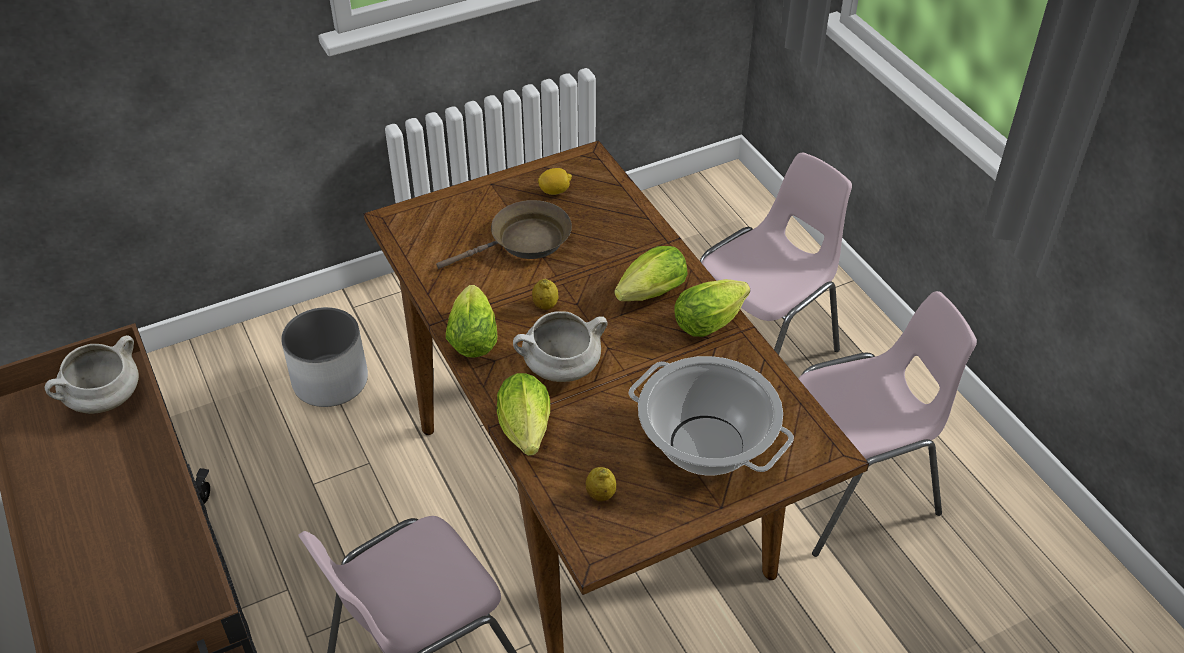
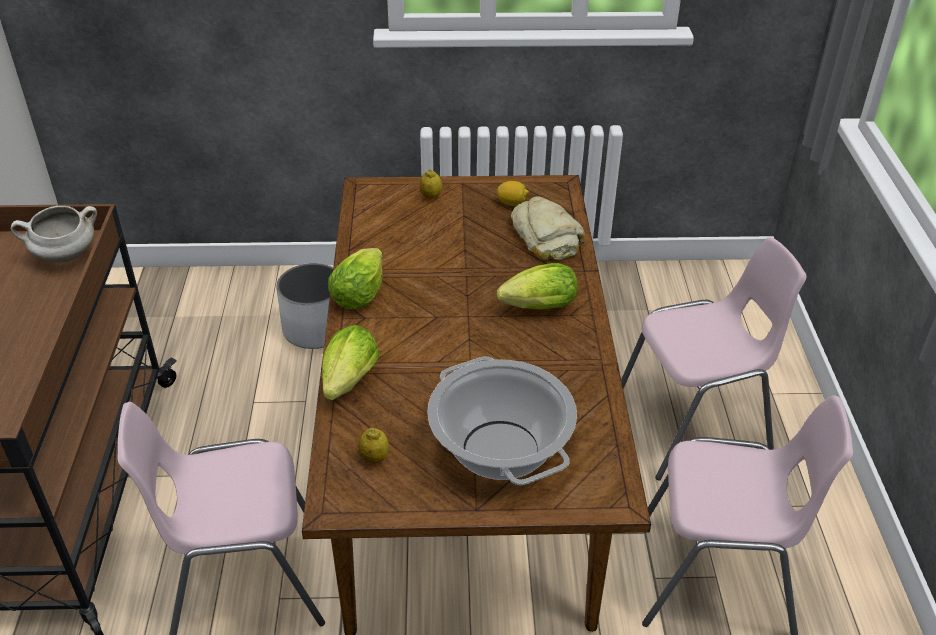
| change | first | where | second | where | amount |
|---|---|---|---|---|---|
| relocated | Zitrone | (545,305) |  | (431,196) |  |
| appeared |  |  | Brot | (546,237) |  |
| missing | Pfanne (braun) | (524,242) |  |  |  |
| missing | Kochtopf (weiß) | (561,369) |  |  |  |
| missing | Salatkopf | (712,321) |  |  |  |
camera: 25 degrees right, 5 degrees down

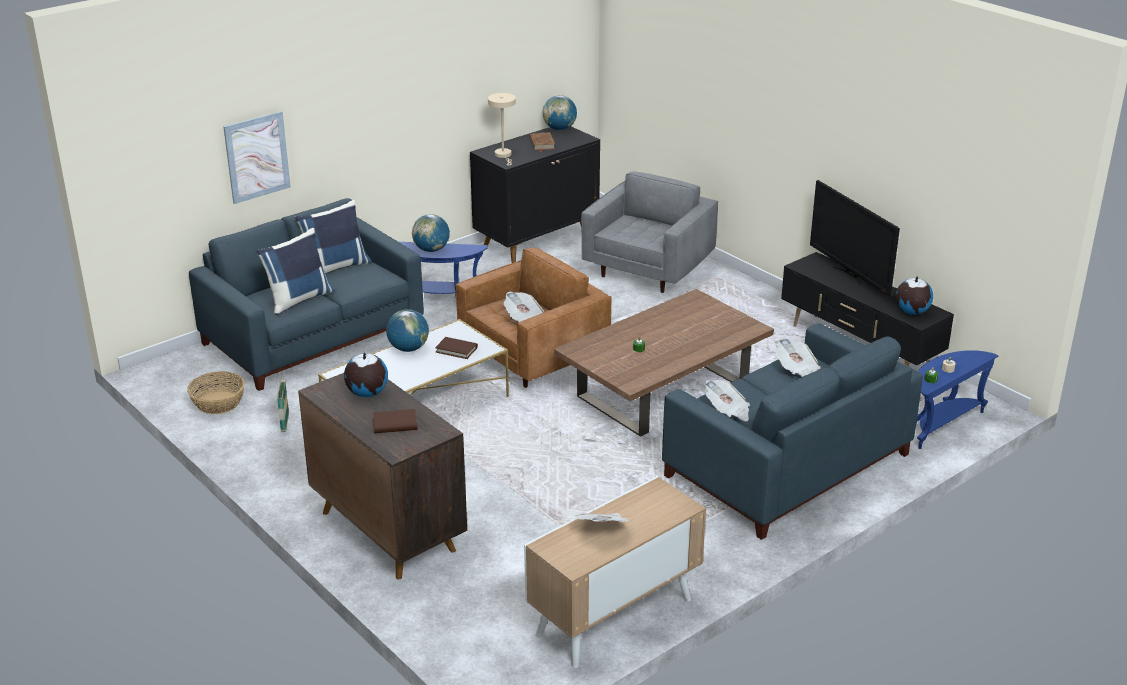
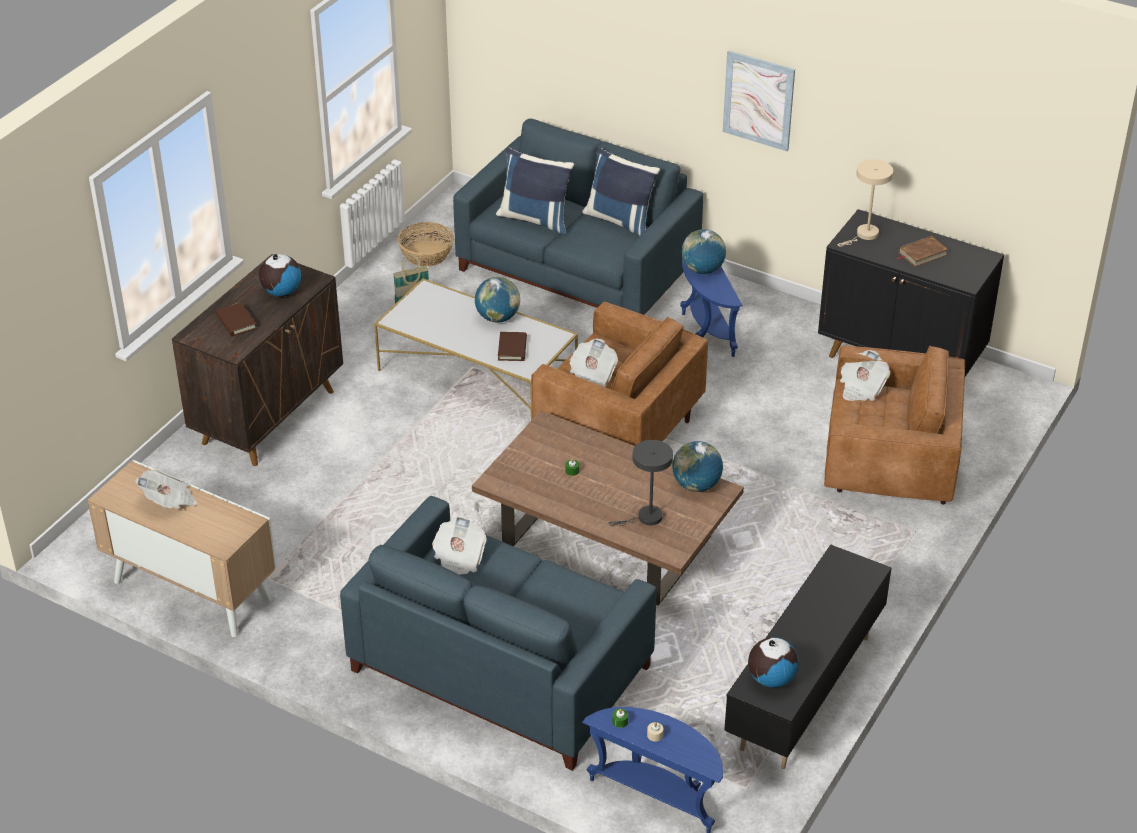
| change | first | where | second | where | amount |
|---|---|---|---|---|---|
| appeared |  |  | Tischlampe (grau) | (646,518) |  |
| relocated | Globus | (559,129) |  | (696,485) |  |
| relocated | Bild | (257,157) |  | (758,100) |  |
| colour | Sessel (grau) | (648,270) | Sessel (braun) | (889,467) |  |
| relocated | Zeitung | (797,370) |  | (861,388) |  |
| missing | Fernseher | (850,275) |  |  |  |
camera: 70 degrees right, 10 degrees up

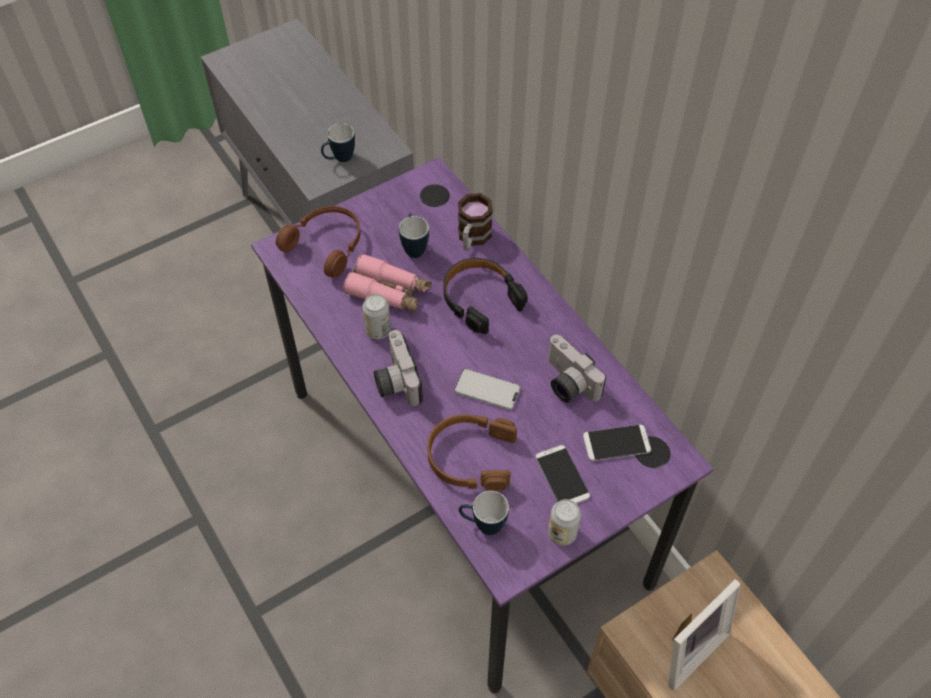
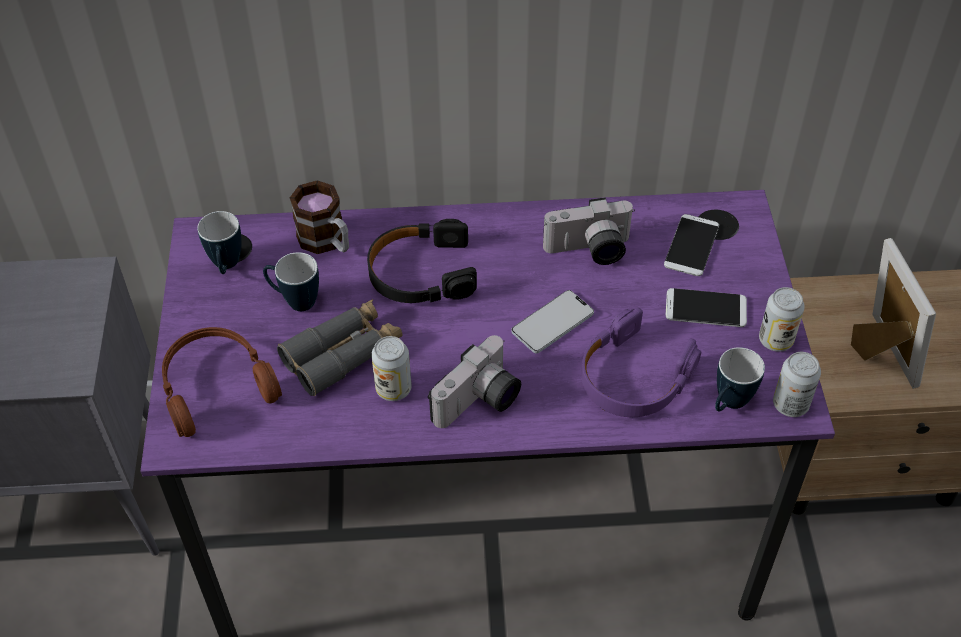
| change | first | where | second | where | amount |
|---|---|---|---|---|---|
| relocated | Henkelbecher | (339,159) |  | (226,267) |  |
| colour | Fernglas (rosa) | (389,292) | Fernglas (grau) | (343,353) |  |
| spun | Kamera | (395,380) |  | (479,403) | 60 degrees counterclockwise |
| colour | Kopfhörer (braun) | (470,457) | Kopfhörer (lila) | (633,377) |  |
| appeared |  |  | Dose | (790,404) |  |
camera: 60 degrees left, 5 degrees down

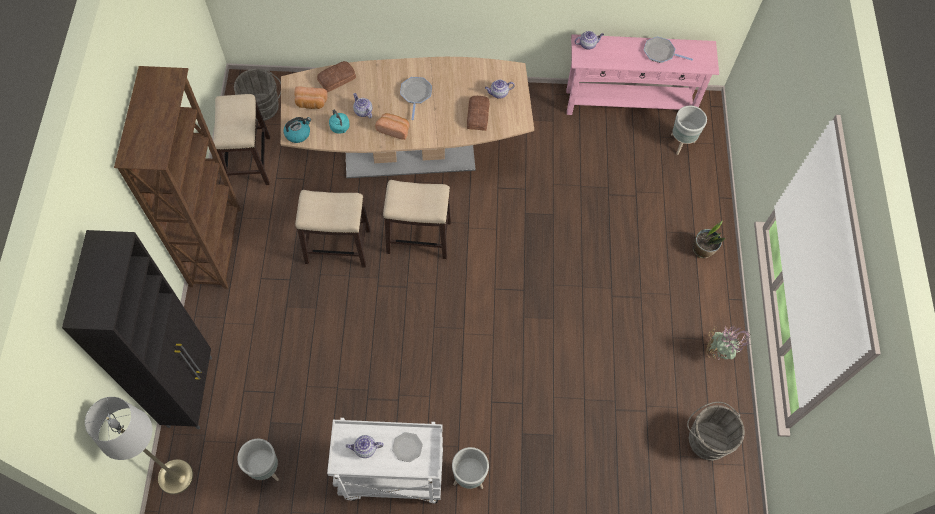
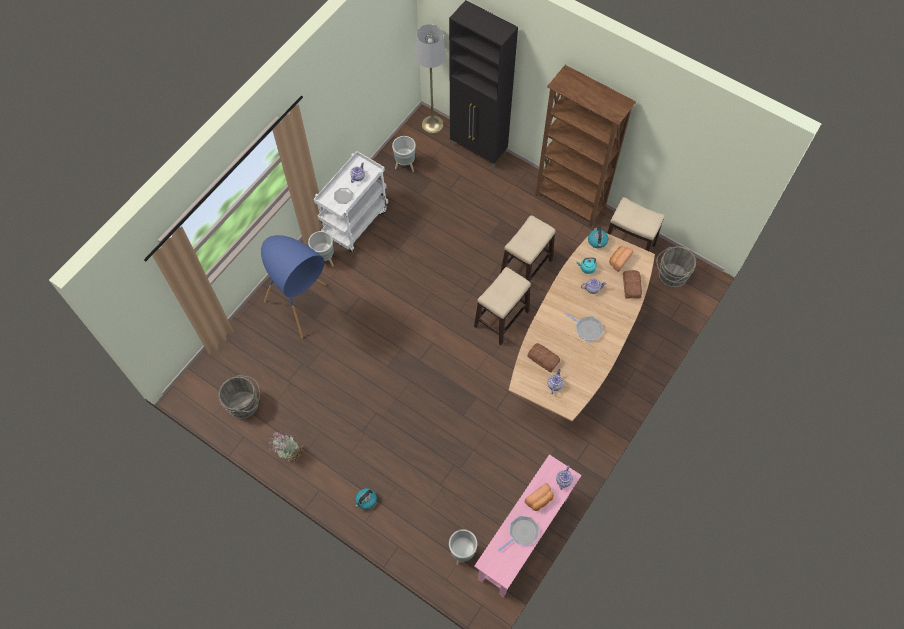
| change | first | where | second | where | amount |
|---|---|---|---|---|---|
| appeared |  |  | Stehlampe (blau) | (305,316) |  |
| exchanged | Topfpflanze | (703,250) | Wasserkessel | (366,500) |  |
| relocated | Brot | (394,129) |  | (539,500) |  |
camera: 125 degrees right, 0 degrees up

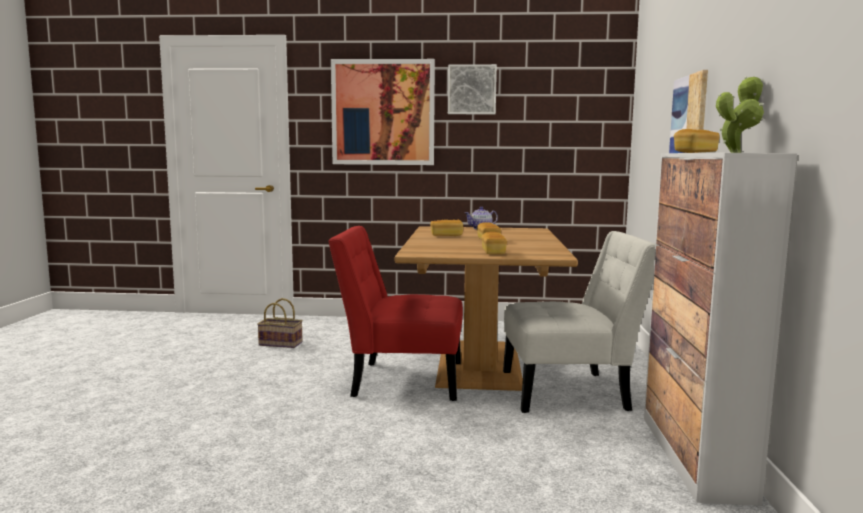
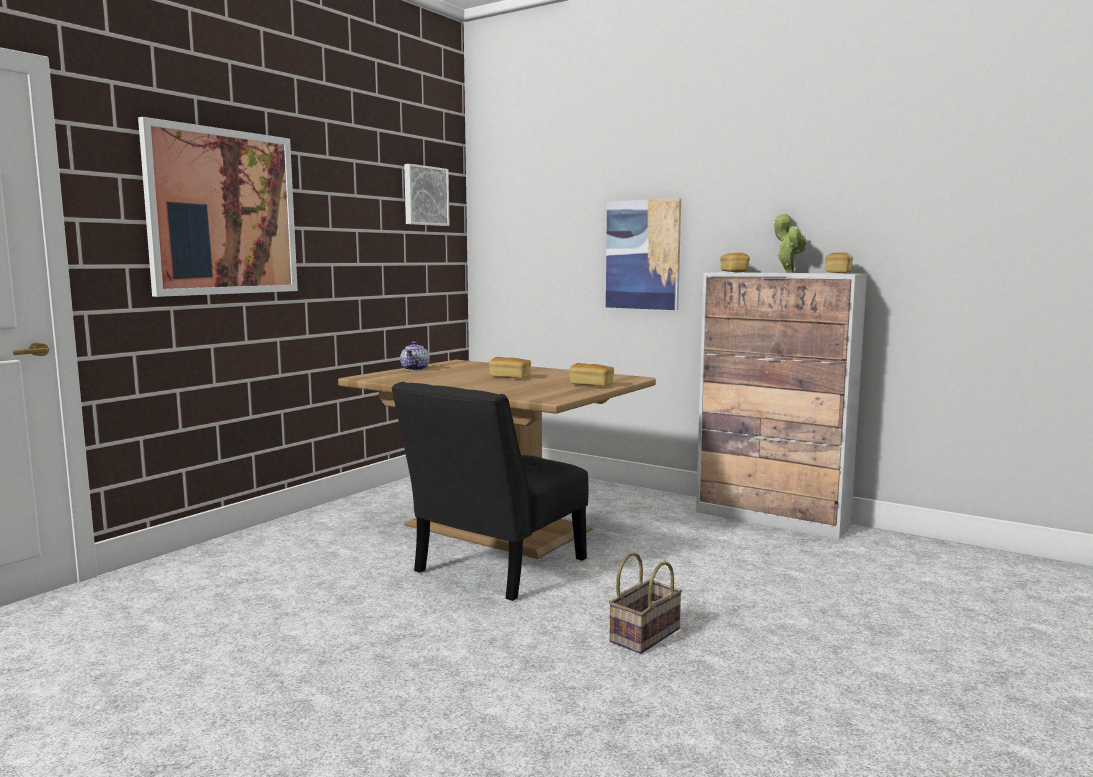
| change | first | where | second | where | amount |
|---|---|---|---|---|---|
| colour | Stuhl (rot) | (400,380) | Stuhl (schwarz) | (494,569) |  |
| relocated | Bild | (472,89) |  | (424,196) |  |
| relocated | Korb | (282,343) |  | (645,634) |  |
| relocated | Brot | (446,235) |  | (838,273) |  |
| missing | Stuhl (weiß) | (571,392) |  |  |  |
camera: 60 degrees left, 0 degrees up

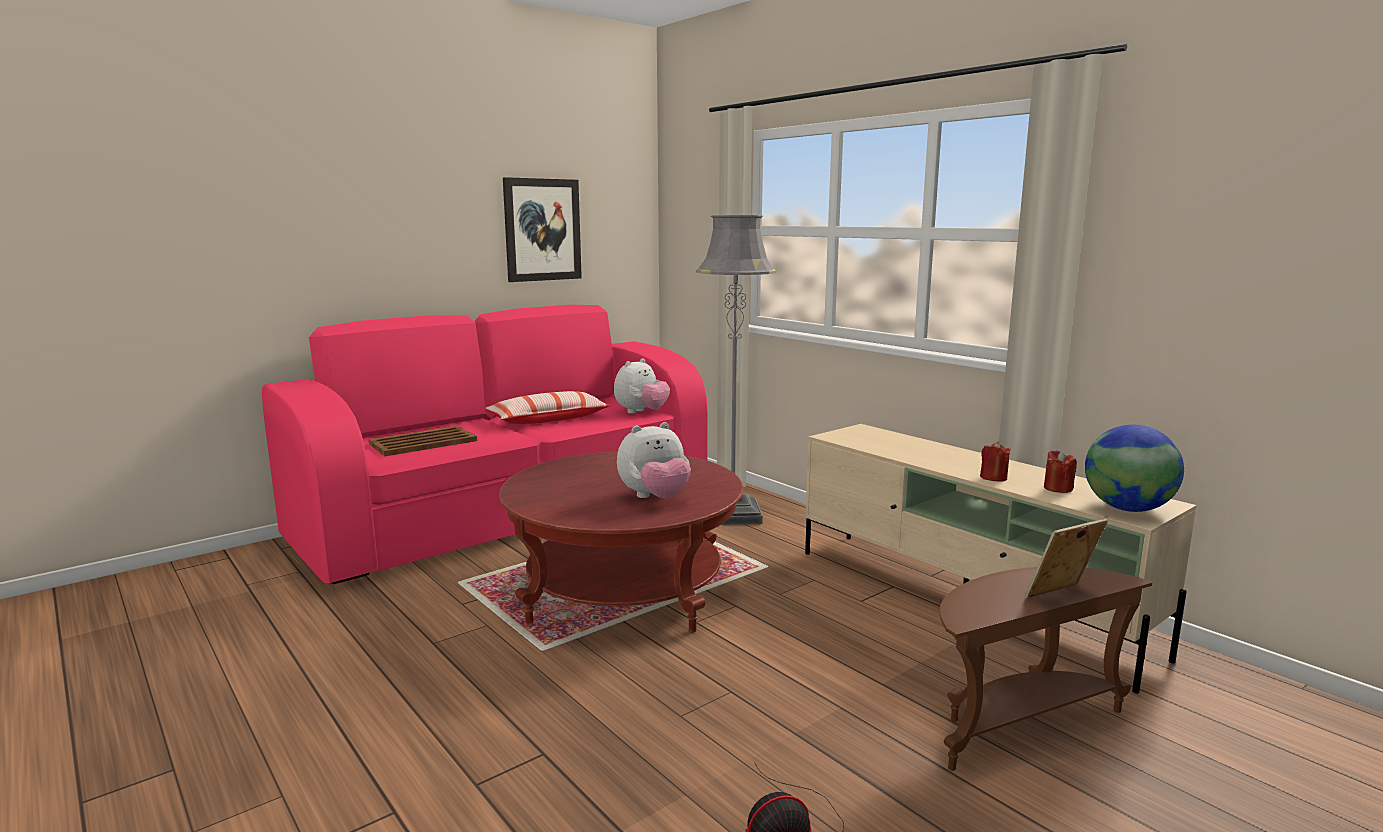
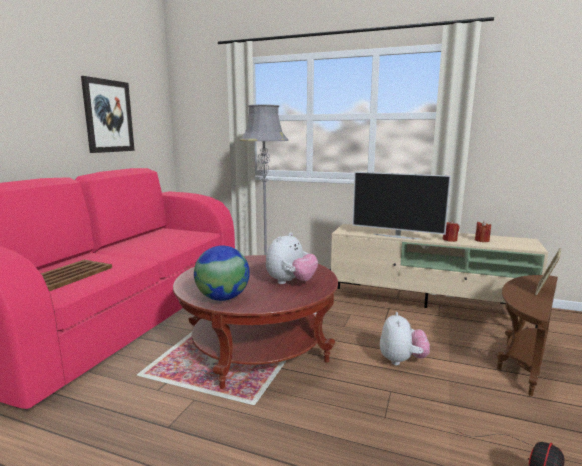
| change | first | where | second | where | amount |
|---|---|---|---|---|---|
| relocated | Globus | (1127,509) |  | (223,298) |  |
| appeared |  |  | Fernseher | (397,236) |  |
| relocated | Plüschtier | (641,412) |  | (402,360) |  |
| missing | Kissen | (548,420) |  |  |  |
camera: 30 degrees left, 0 degrees up

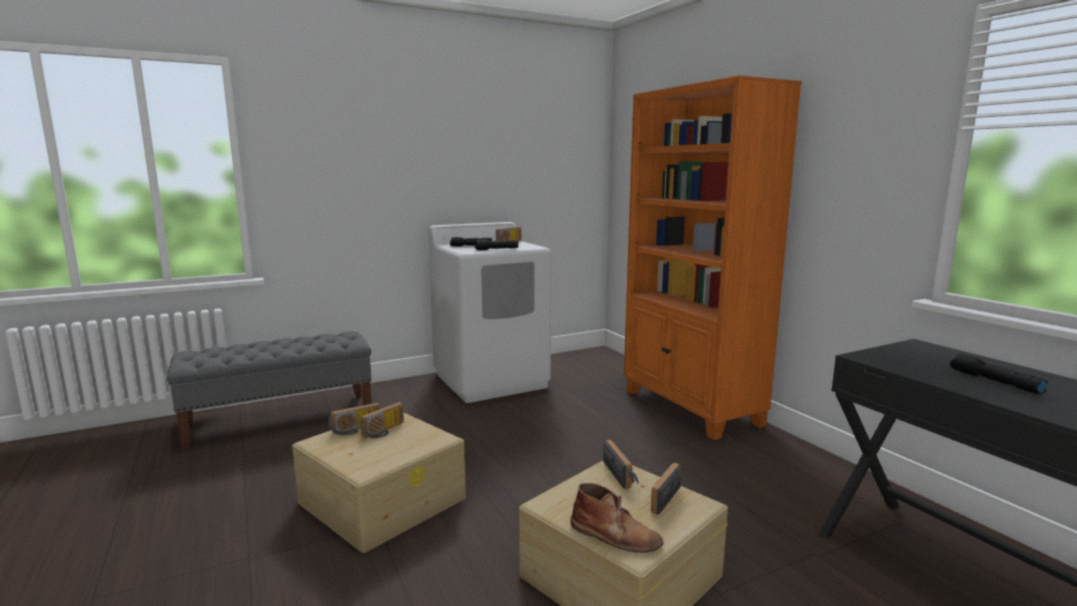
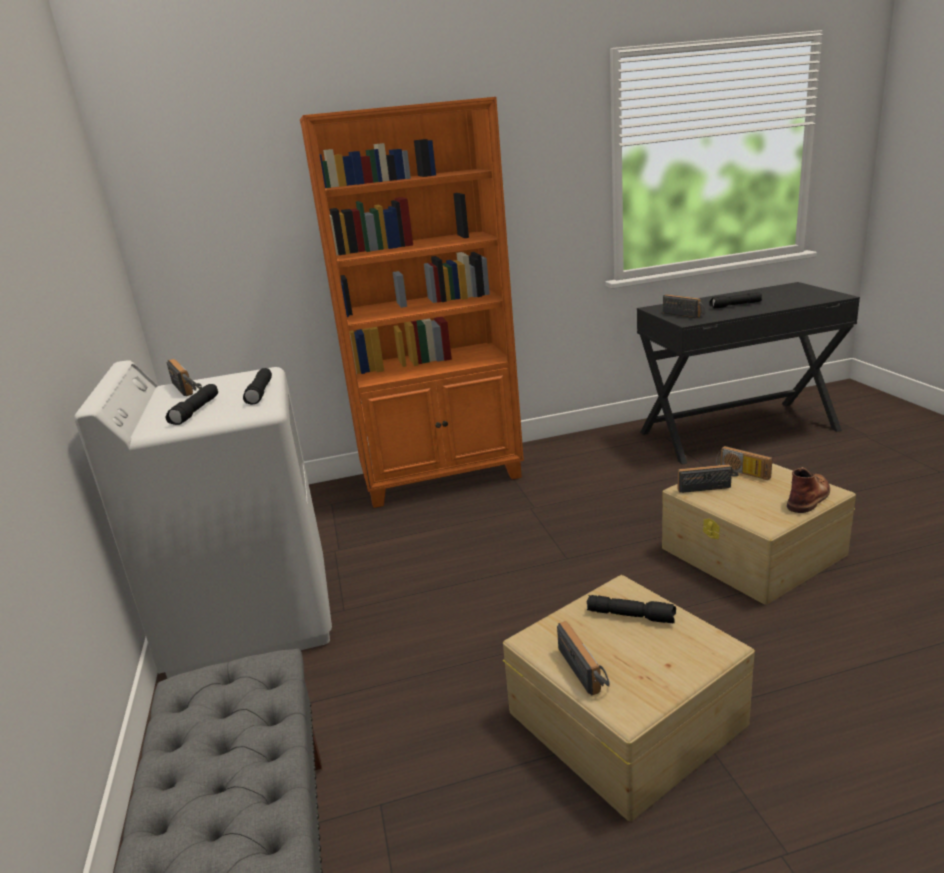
| change | first | where | second | where | amount |
|---|---|---|---|---|---|
| appeared |  |  | Taschenlampe (schwarz) | (631,615) |  |
| relocated | Radio | (384,431) |  | (684,314) |  |
camera: 75 degrees left, 10 degrees up

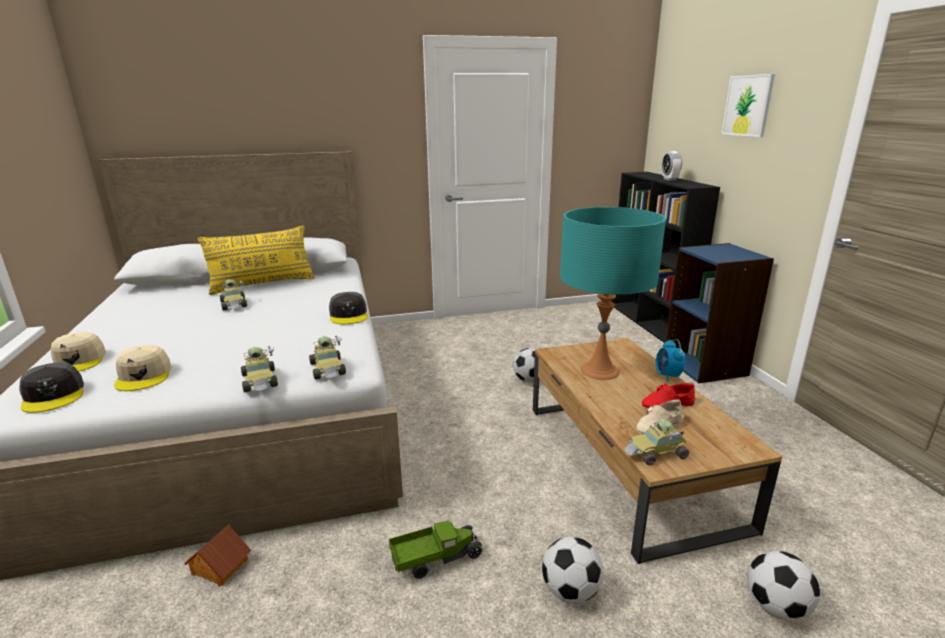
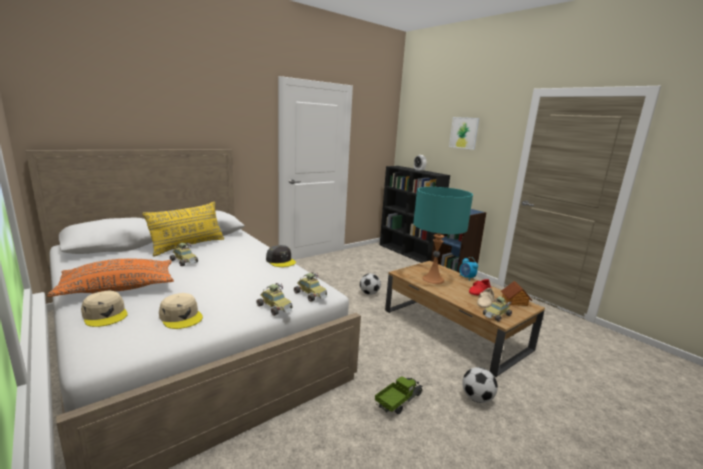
| change | first | where | second | where | amount |
|---|---|---|---|---|---|
| appeared |  |  | Kissen (orange) | (119,288) |  |
| relocated | Spielzeughaus | (219,567) |  | (514,301) |  |
| missing | Kappe (grau) | (54,395) |  |  |  |
| missing | Fußball | (776,607) |  |  |  |
camera: 25 degrees left, 5 degrees down

